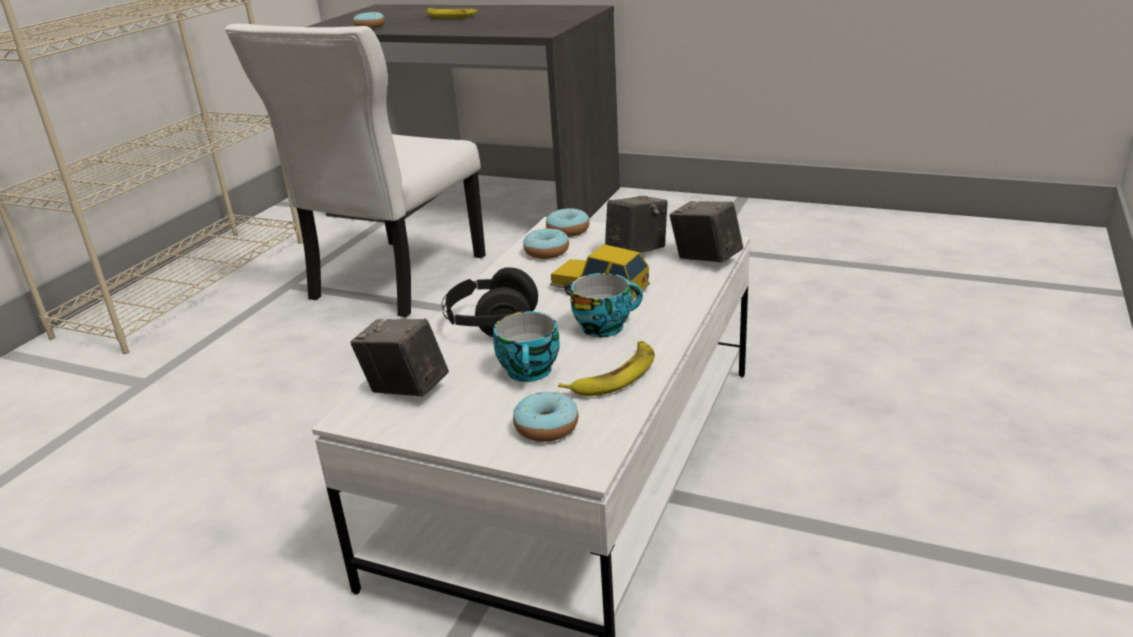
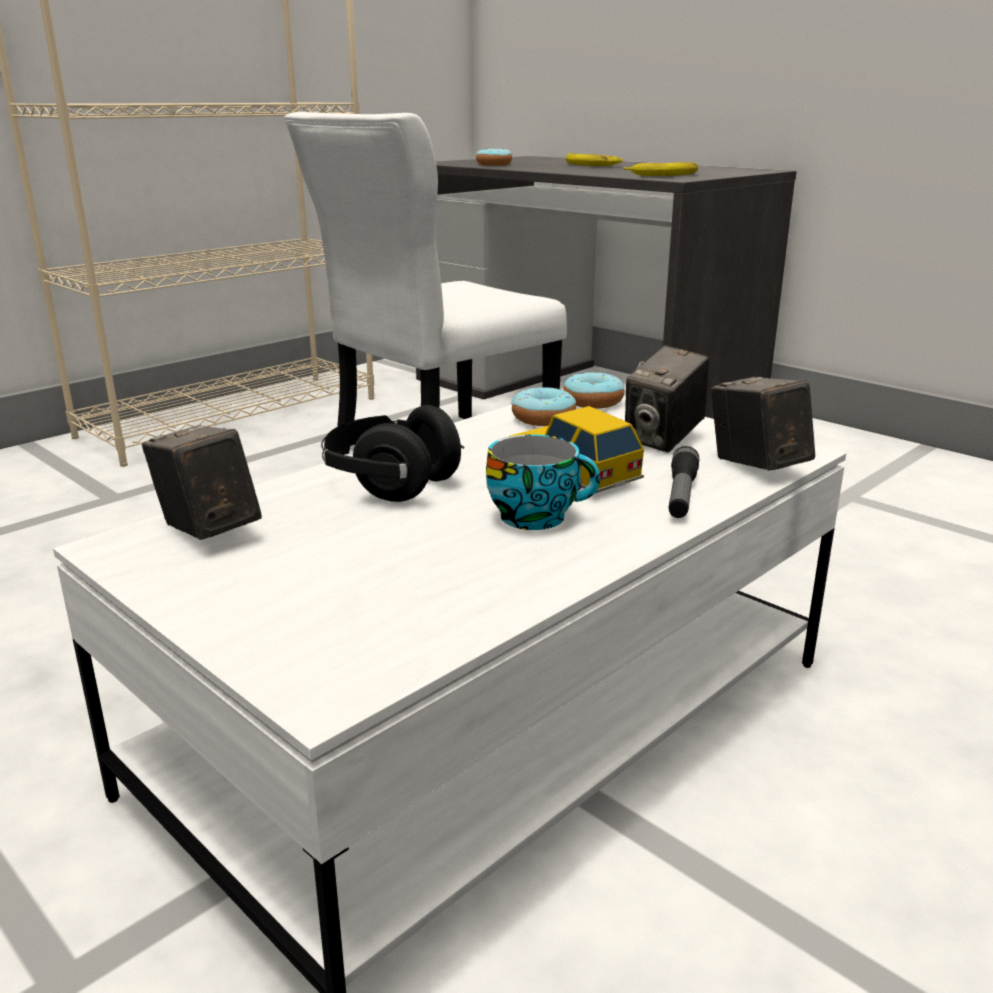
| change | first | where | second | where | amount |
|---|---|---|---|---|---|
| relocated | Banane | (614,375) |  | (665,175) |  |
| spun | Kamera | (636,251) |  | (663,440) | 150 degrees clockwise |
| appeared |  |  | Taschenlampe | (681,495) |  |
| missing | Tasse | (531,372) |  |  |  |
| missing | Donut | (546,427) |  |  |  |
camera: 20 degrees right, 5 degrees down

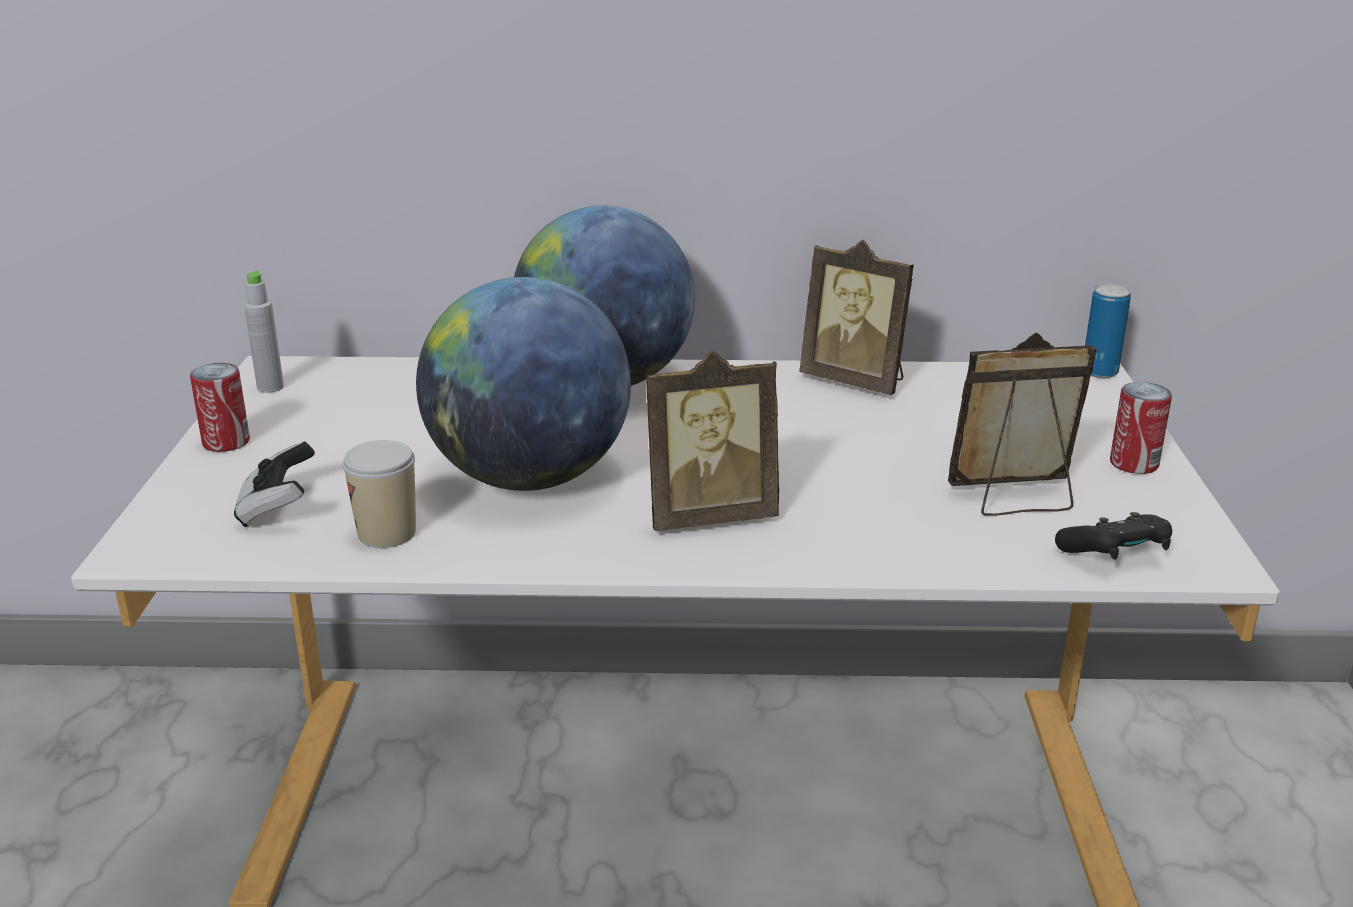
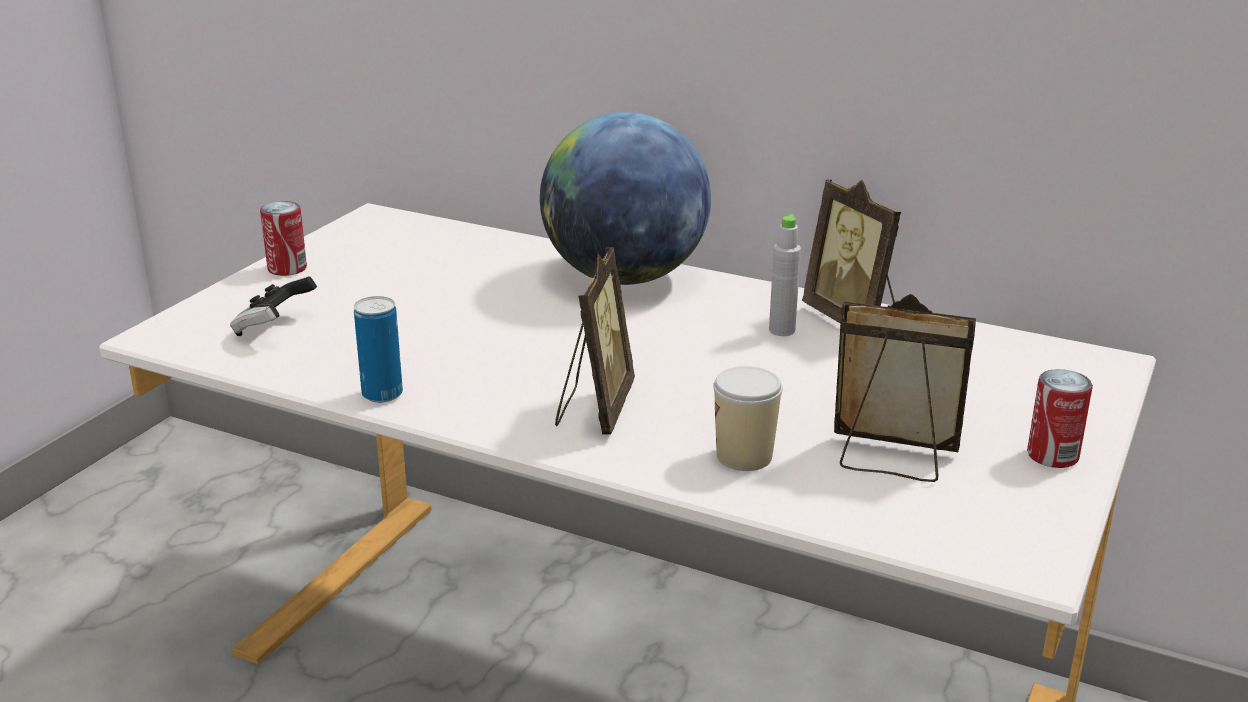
| change | first | where | second | where | amount |
|---|---|---|---|---|---|
| relocated | Dose | (1099,372) |  | (382,394) |  |
| spun | Bilderrahmen | (709,515) |  | (594,409) | 90 degrees counterclockwise |
| relocated | Tasse | (387,533) |  | (744,456) |  |
| relocated | Flasche (grau) | (270,387) |  | (782,330) |  |
| missing | Globus | (529,478) |  |  |  |
| missing | Gamepad (schwarz) | (1115,555) |  |  |  |
camera: 25 degrees right, 0 degrees up

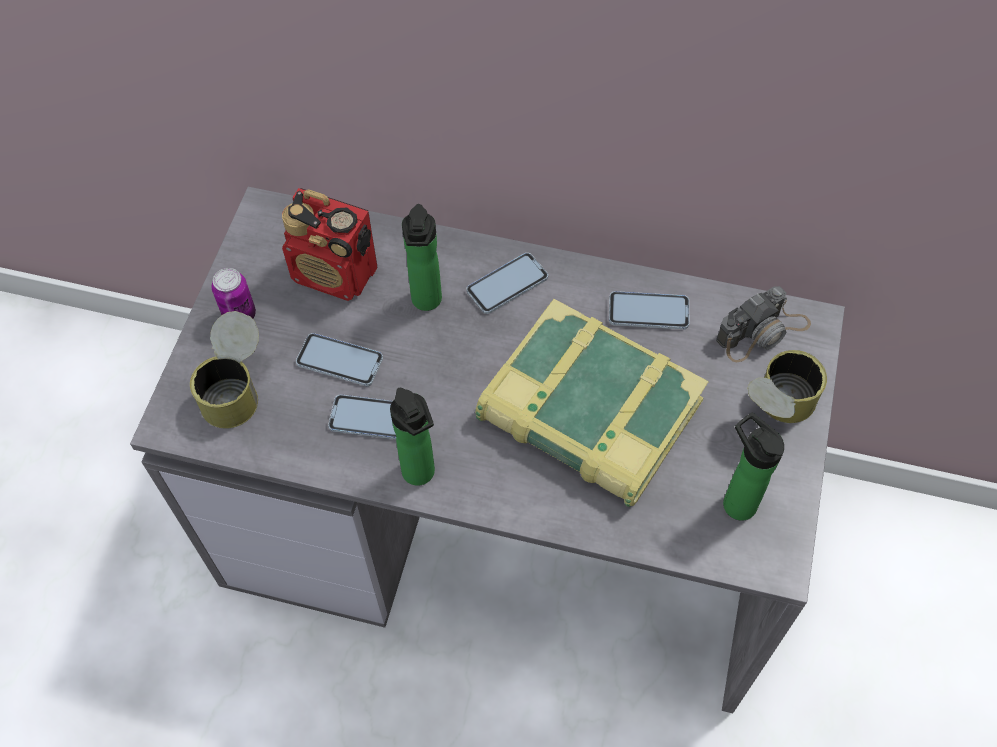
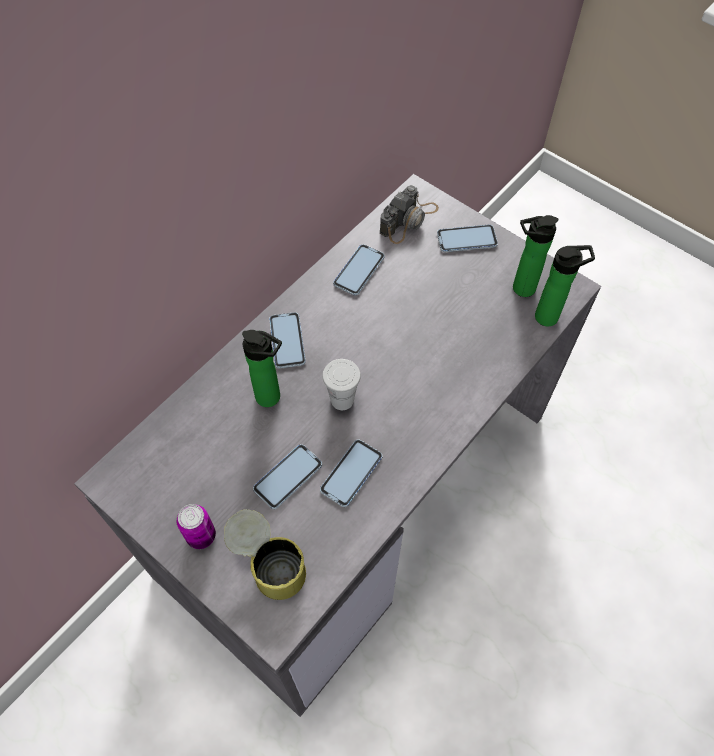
| change | first | where | second | where | amount |
|---|---|---|---|---|---|
| appeared |  |  | Tasse (weiß) | (342,400) |  |
| spun | Kamera | (762,332) |  | (409,220) | 45 degrees clockwise |
| exchanged | Dose | (775,409) | Handy | (466,239) |  |
| relocated | Flasche | (421,475) |  | (550,316) |  |
| missing | Radio | (336,274) |  |  |  |
| missing | Buch | (588,413) |  |  |  |
camera: 65 degrees left, 0 degrees up

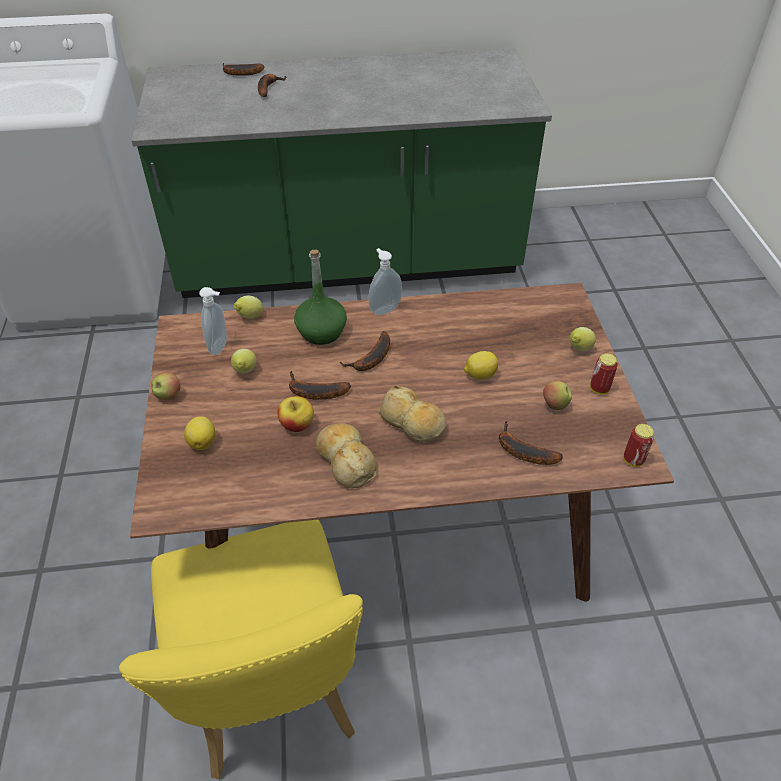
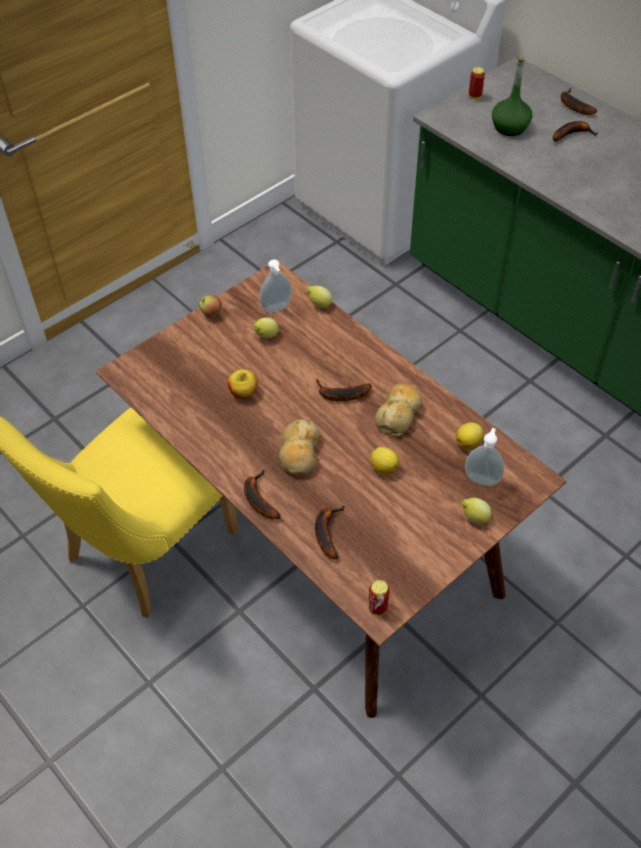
| change | first | where | second | where | amount |
|---|---|---|---|---|---|
| relocated | Banane | (313,392) |  | (258,498) |  |
| relocated | Brot | (346,460) |  | (398,414) |  |
| relocated | Zitrone | (203,442) |  | (468,443) |  |
| relocated | Seifenspender | (384,309) |  | (482,478) |  |
| relocated | Dose | (599,389) |  | (474,96) |  |
| relocated | Flasche (grün) | (321,332) |  | (509,127) |  |
| missing | Apfel | (554,405) |  |  |  |
camera: 55 degrees right, 5 degrees up

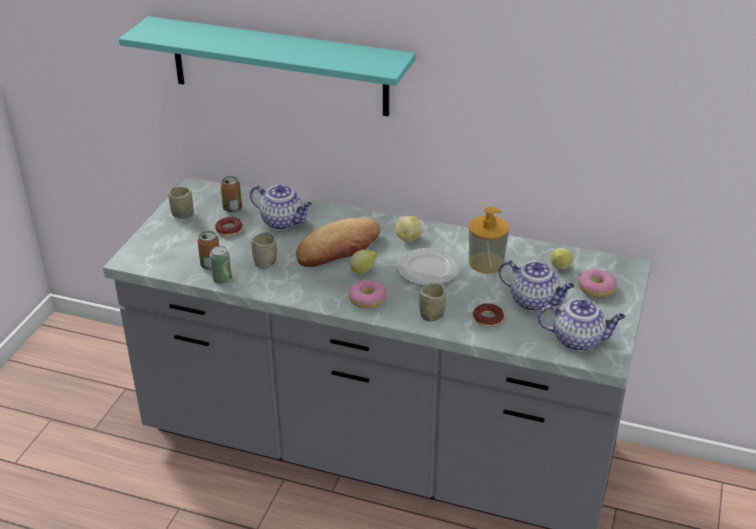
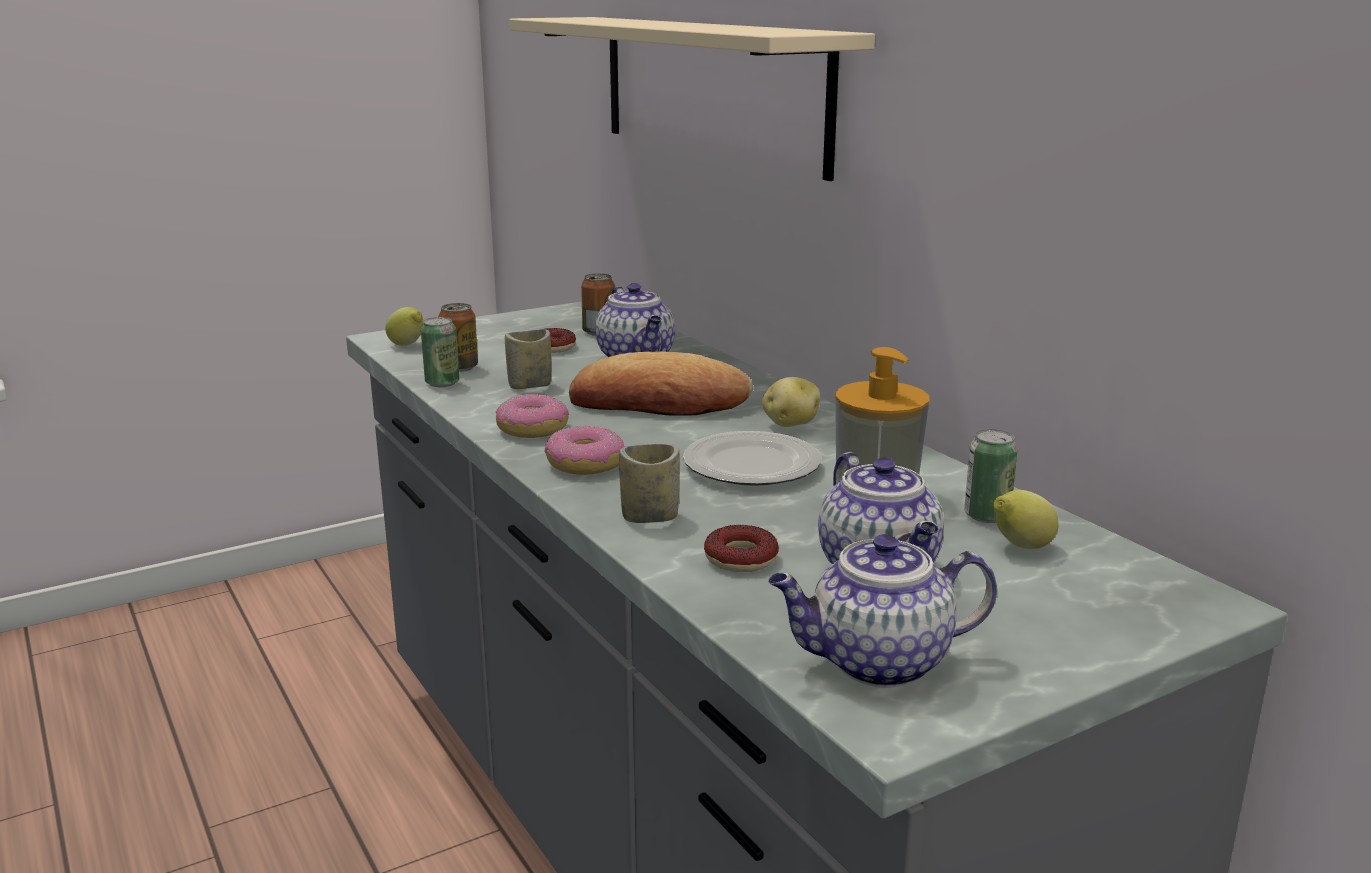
| change | first | where | second | where | amount |
|---|---|---|---|---|---|
| relocated | Zitrone | (363,271) |  | (408,345) |  |
| relocated | Donut | (596,288) |  | (533,429) |  |
| colour | Wandregal (türkis) | (279,66) | Wandregal (beige) | (709,89) |  |
| spun | Teekanne | (579,340) |  | (876,663) | 120 degrees clockwise |
| appeared |  |  | Dose | (986,515) |  |
| missing | Tasse | (182,214) |  |  |  |
camera: 40 degrees right, 15 degrees down

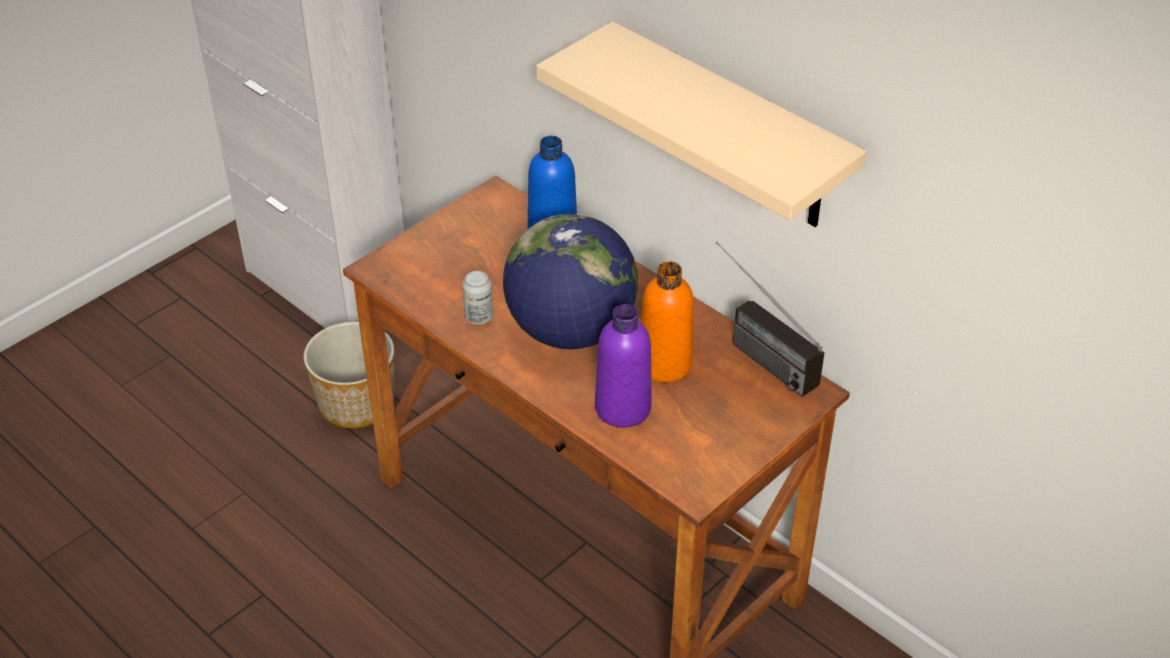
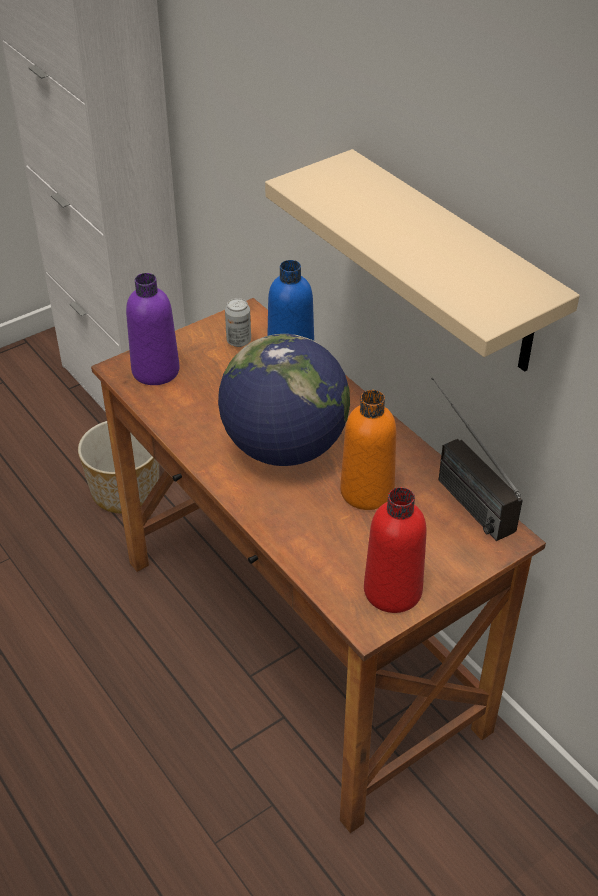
| change | first | where | second | where | amount |
|---|---|---|---|---|---|
| relocated | Flasche (lila) | (622,408) |  | (155,371) |  |
| relocated | Dose | (479,317) |  | (238,341) |  |
| appeared |  |  | Flasche (rot) | (392,591) |  |
camera: 10 degrees right, 0 degrees up

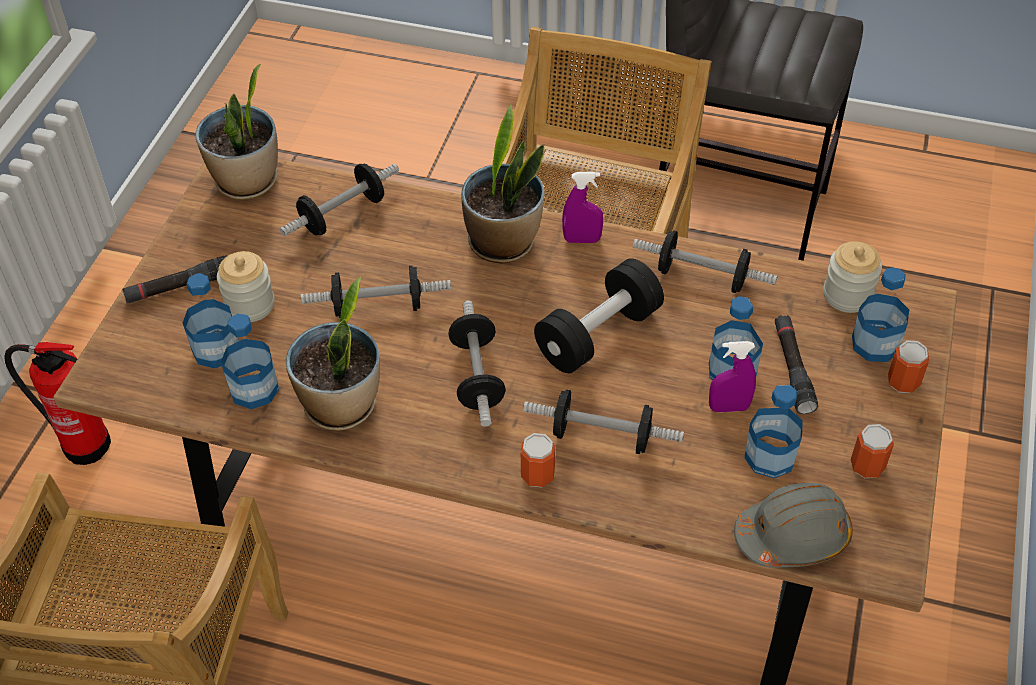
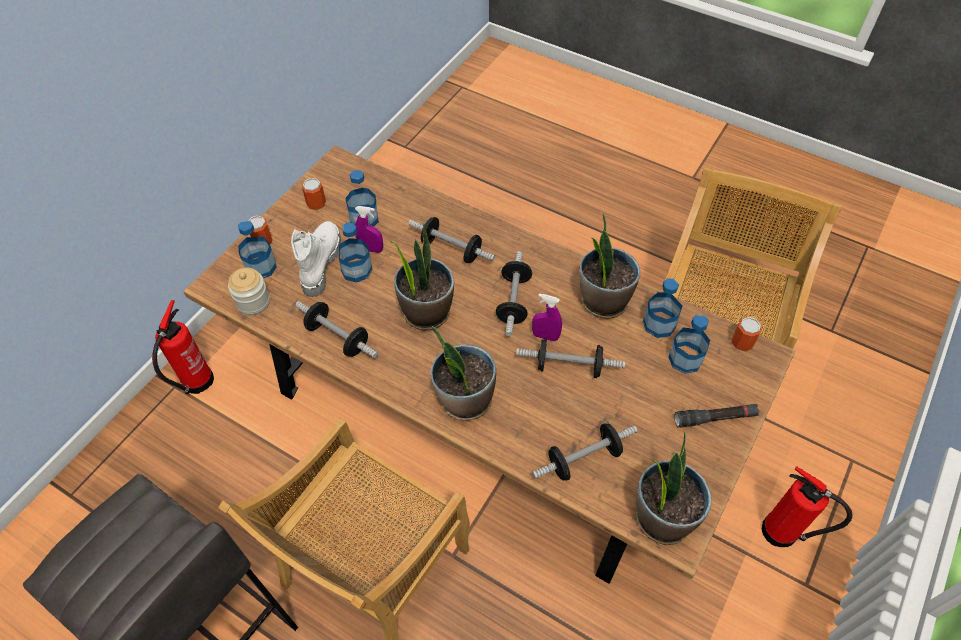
| change | first | where | second | where | amount |
|---|---|---|---|---|---|
| appeared |  |  | Feuerlöscher | (196,383) |  |
| exchanged | Taschenlampe (schwarz) | (792,369) | Stiefel (weiß) | (320,263) |  |
| exchanged | Hantel (schwarz) | (598,334) | Topfpflanze | (426,312) |  |
| relocated | Sprühflasche (lila) | (582,240) |  | (545,336) |  |
| relocated | Dose | (537,475) |  | (741,343) |  |
| missing | Vorratsglas | (250,305) |  |  |  |
| missing | Schutzhelm (grau) | (793,536) |  |  |  |
camera: 165 degrees left, 5 degrees up

